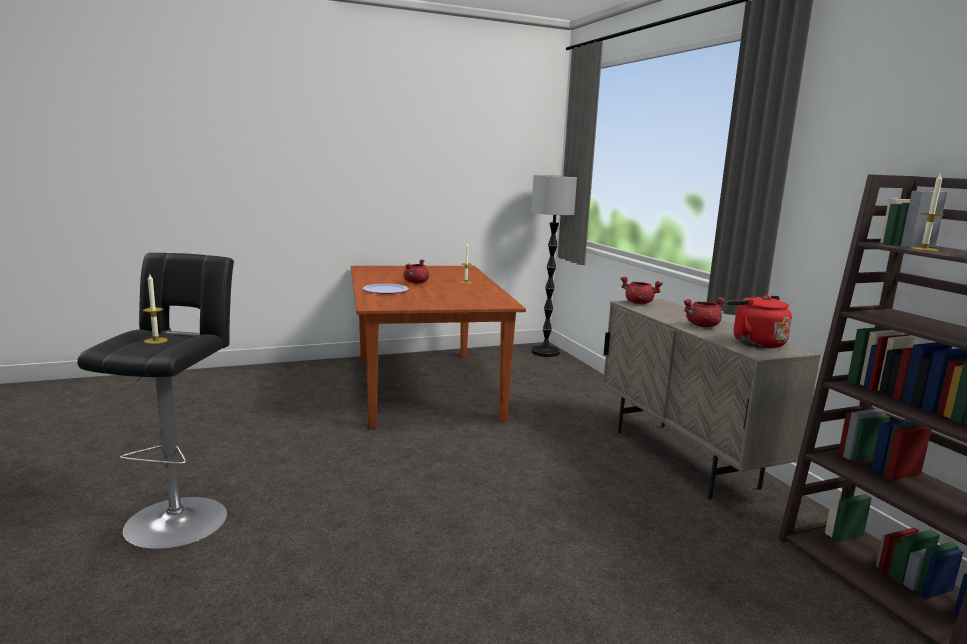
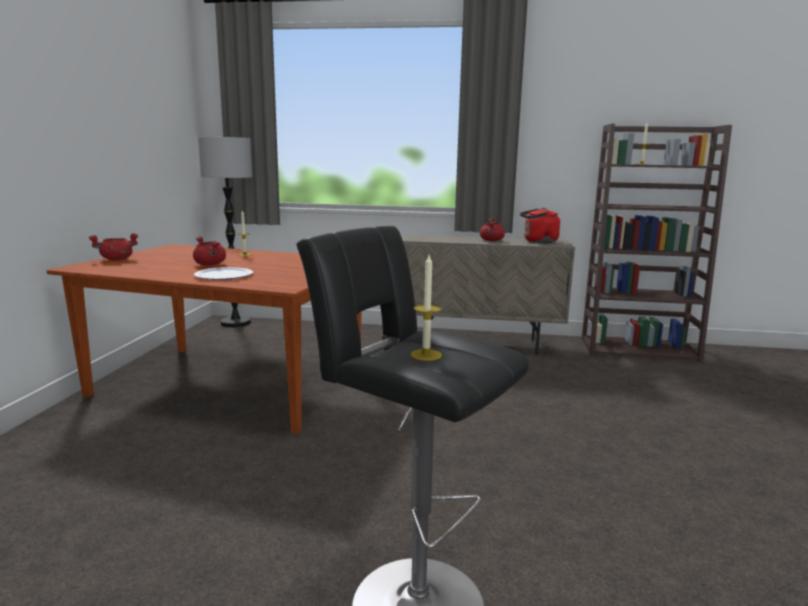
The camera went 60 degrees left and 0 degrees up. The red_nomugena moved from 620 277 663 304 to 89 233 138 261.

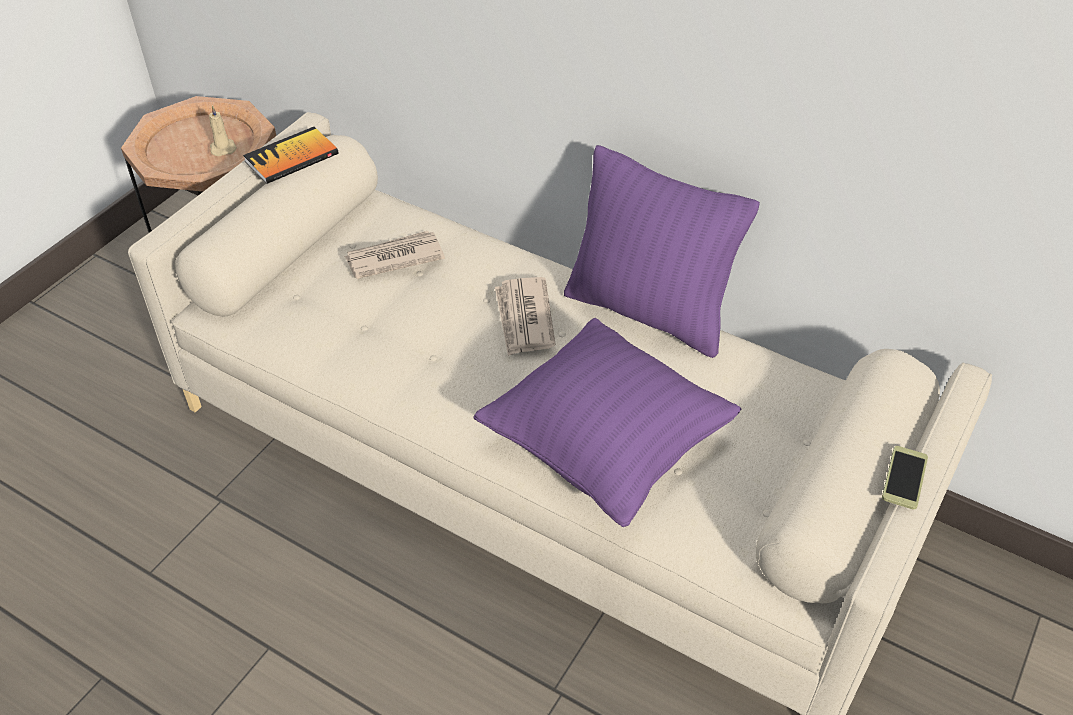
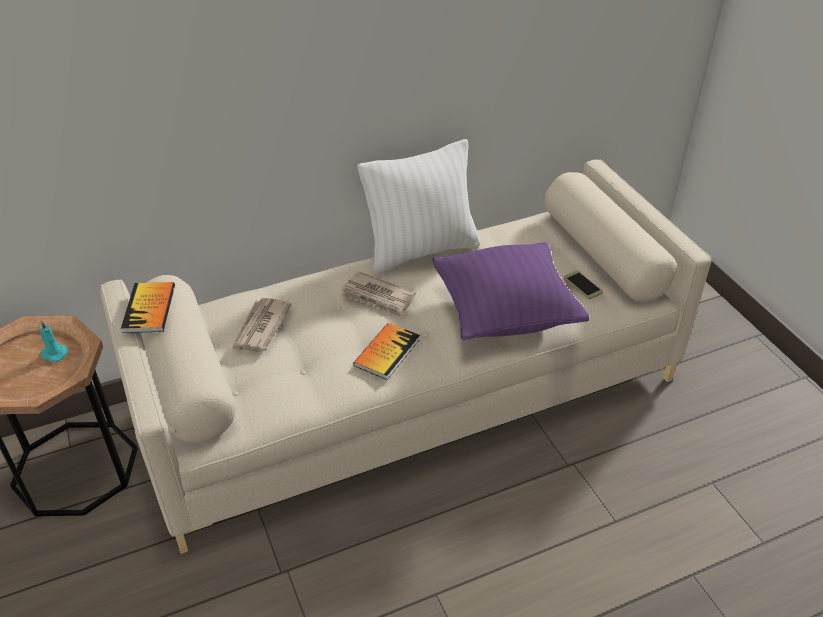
The camera went 55 degrees left and 5 degrees down. The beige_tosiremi at 209 105 237 156 became the turquoise_tosiremi at 40 320 68 362. The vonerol at 353 323 420 380 appeared. The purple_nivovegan at 564 145 760 358 became the white_nivovegan at 357 139 480 274. The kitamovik moved from 882 446 928 509 to 564 271 603 299.

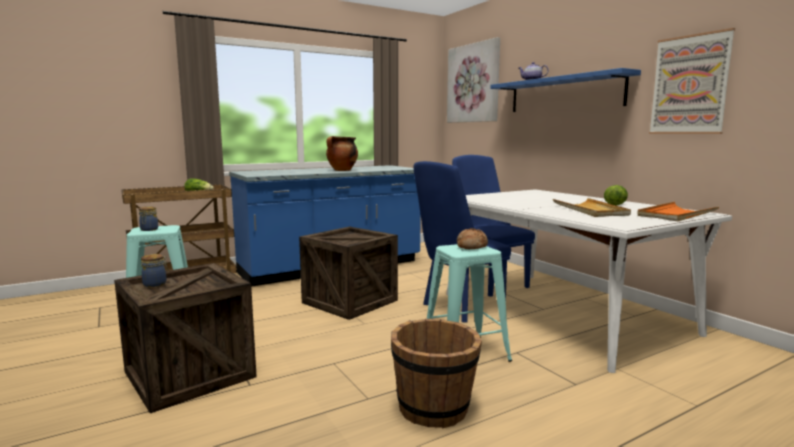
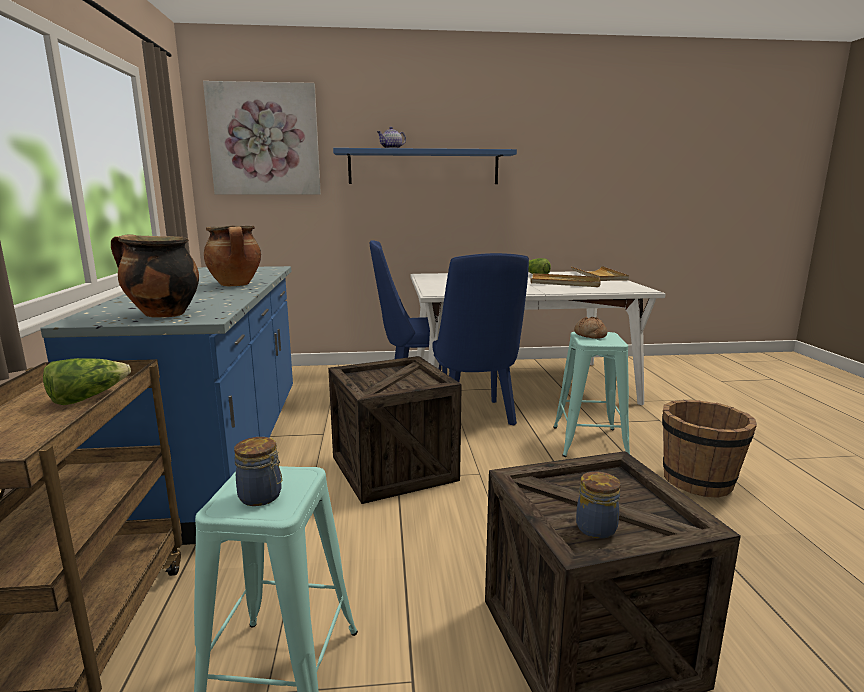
The camera went 65 degrees left and 5 degrees up. The nomugena at 111 234 199 317 appeared. The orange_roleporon at 637 202 719 221 became the beige_roleporon at 571 266 629 281. The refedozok at 649 28 735 134 disappeared.

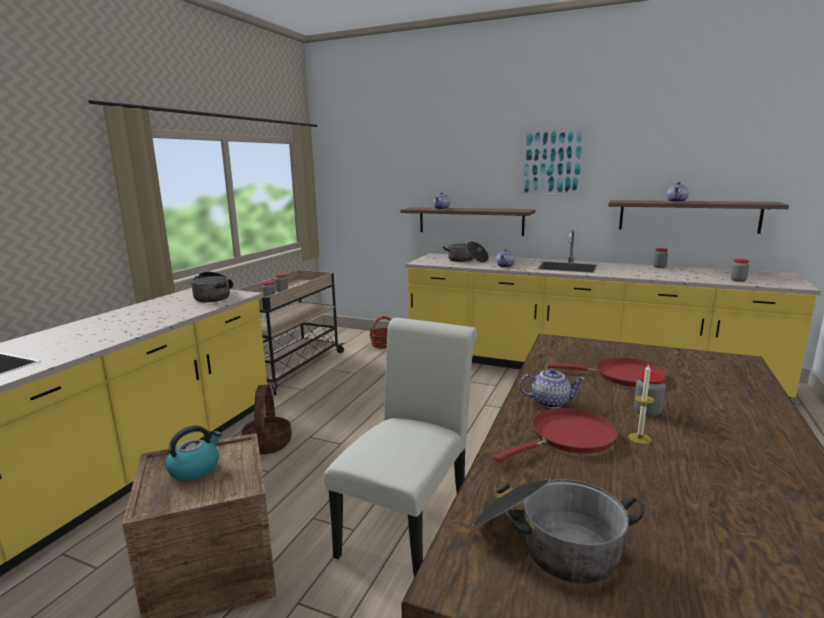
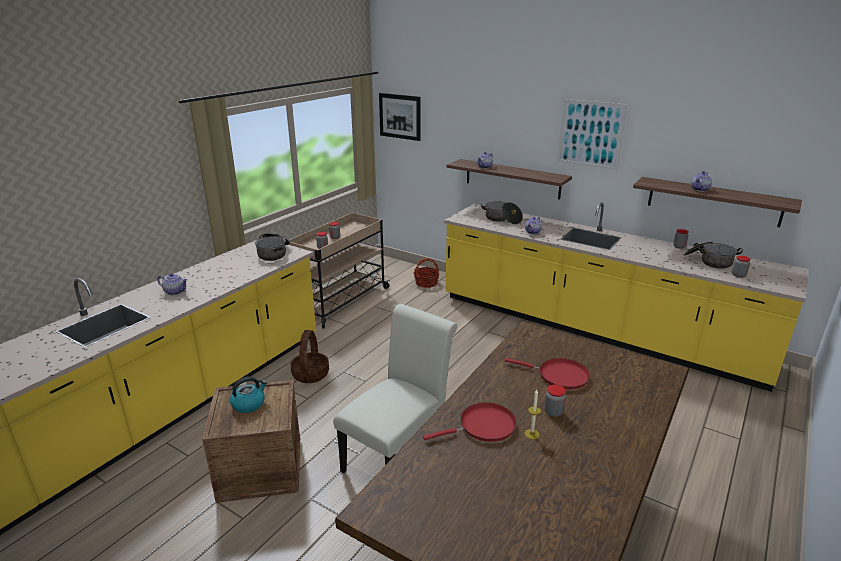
The camera went 10 degrees right and 10 degrees up. The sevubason moved from 519 368 585 408 to 157 273 188 295. The refedozok at 379 93 421 141 appeared. The nomugena moved from 472 479 644 584 to 684 242 743 269.

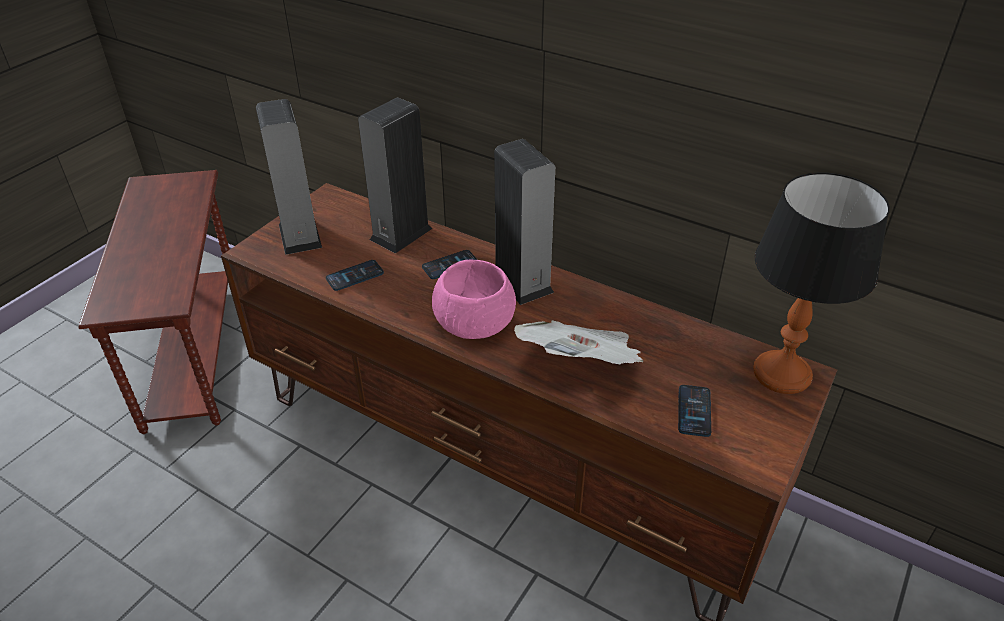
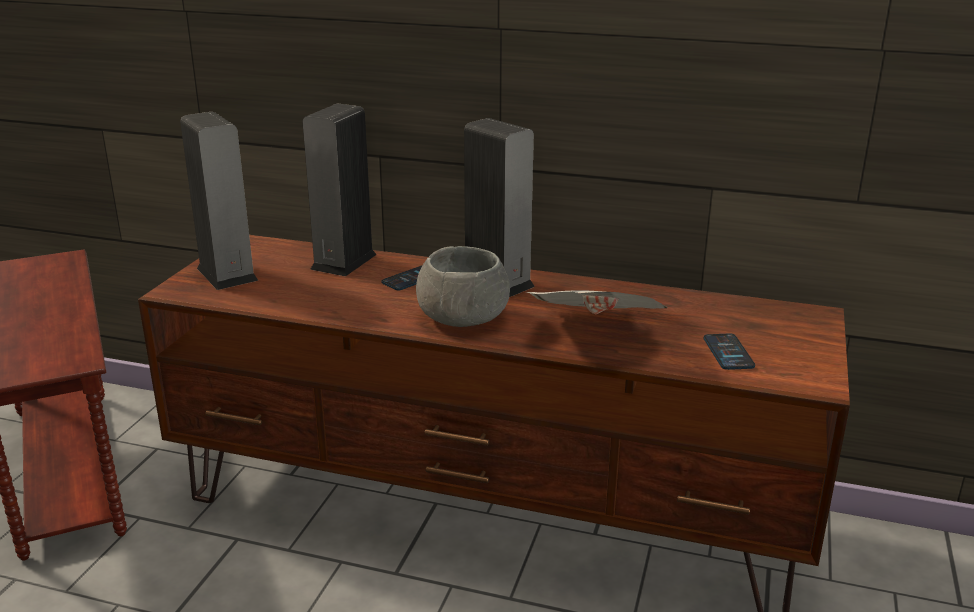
The camera went 15 degrees left and 15 degrees down. The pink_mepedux at 432 260 516 339 became the grey_mepedux at 416 246 510 327. The kitamovik at 326 260 384 291 disappeared. The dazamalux at 753 173 890 394 disappeared.

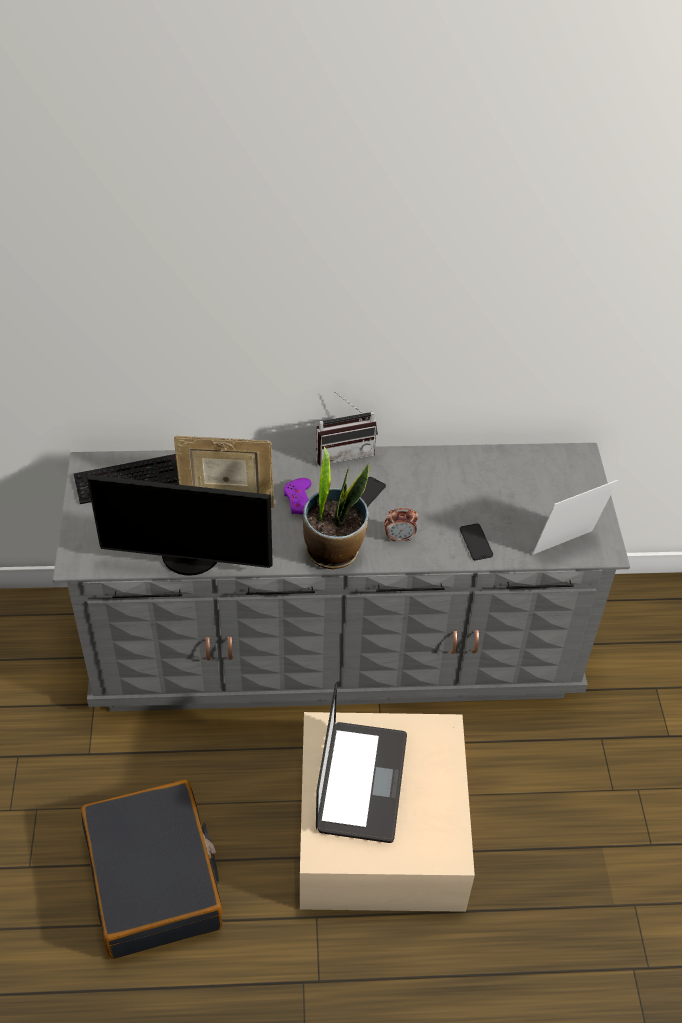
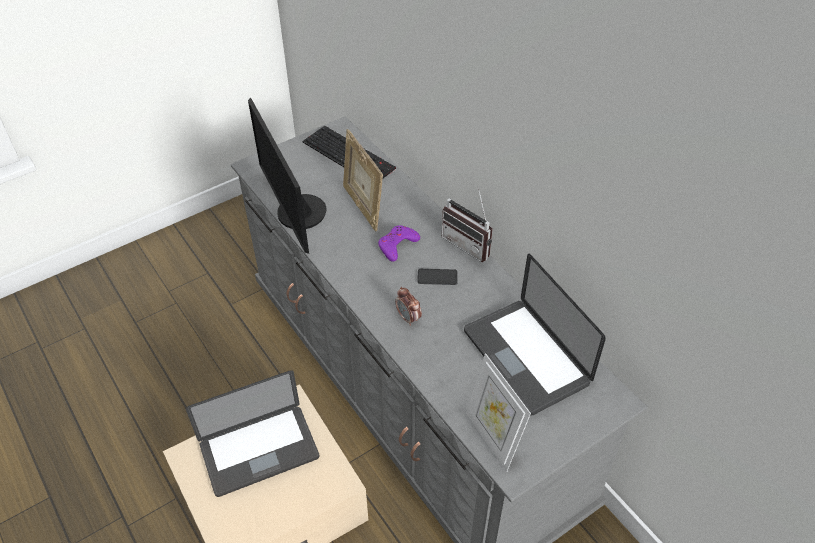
The camera went 60 degrees right and 0 degrees up. The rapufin at 464 254 606 415 appeared. The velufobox at 532 480 618 554 turned 150 degrees counterclockwise. The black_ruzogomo at 81 780 223 959 disappeared. The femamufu at 303 447 369 569 disappeared. The kitamovik at 460 524 493 560 disappeared.

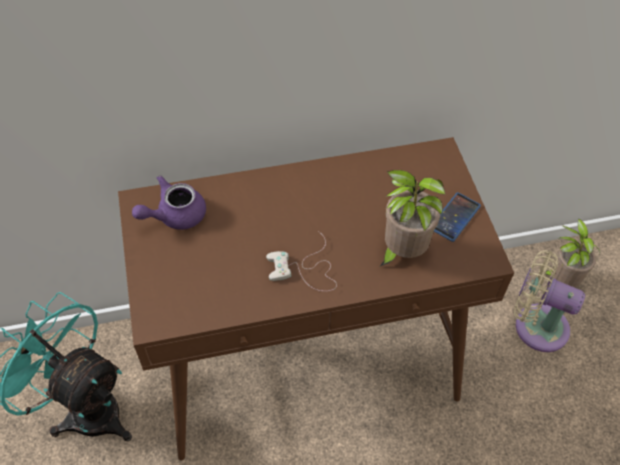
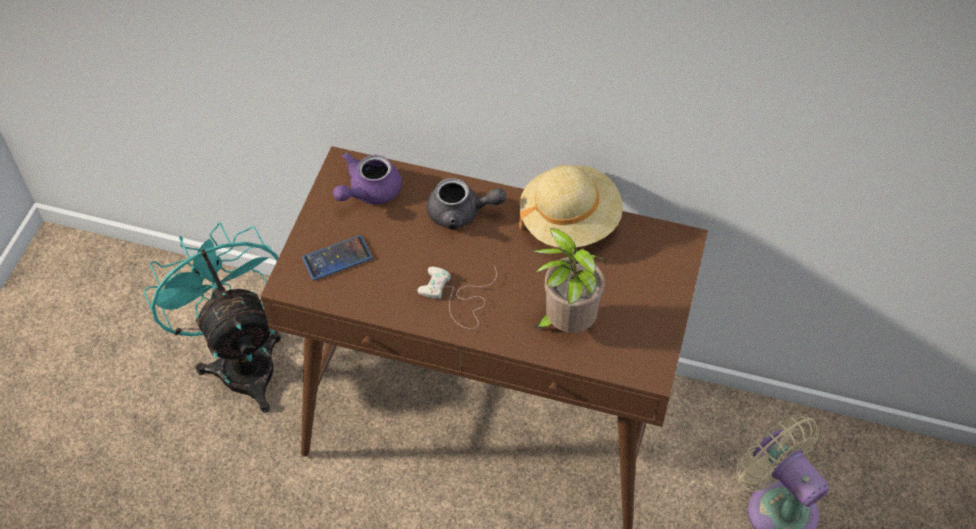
The camera went 30 degrees right and 0 degrees up. The kitamovik moved from 434 192 481 242 to 302 235 373 280. The purple_sevubason at 132 176 206 230 turned 45 degrees counterclockwise. The grey_sevubason at 427 178 506 229 appeared. The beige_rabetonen at 519 165 623 248 appeared. The femamufu at 546 218 600 287 disappeared.

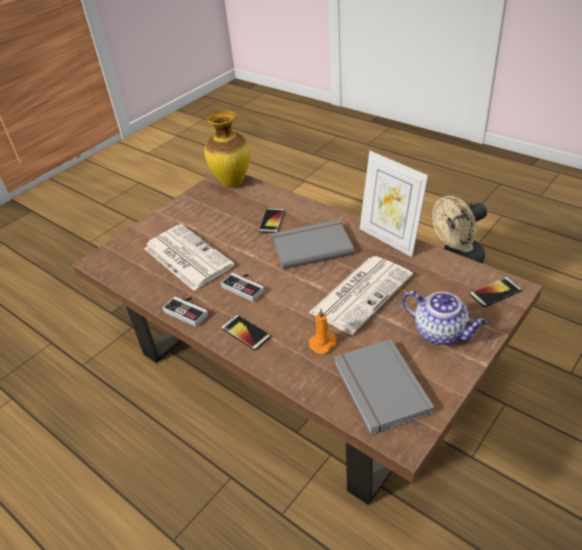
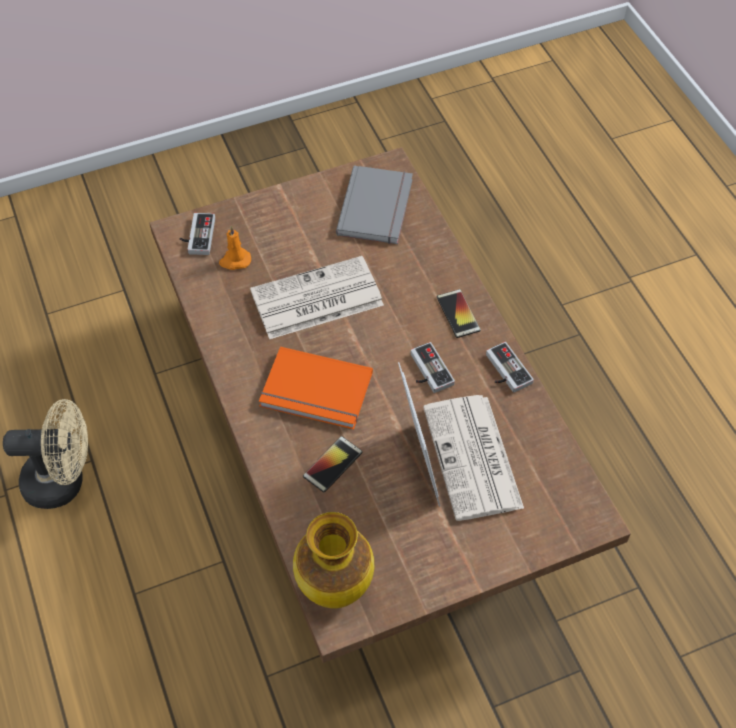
The camera went 155 degrees left and 15 degrees up. The kitamovik at 469 277 522 308 was replaced by the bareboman at 180 213 215 255. The orange_tosiremi moved from 309 308 336 354 to 219 226 251 270. The grey_vonerol at 272 220 354 269 became the orange_vonerol at 259 347 373 429. The velufobox moved from 360 151 428 257 to 398 362 440 507. The sevubason at 402 291 487 345 disappeared.

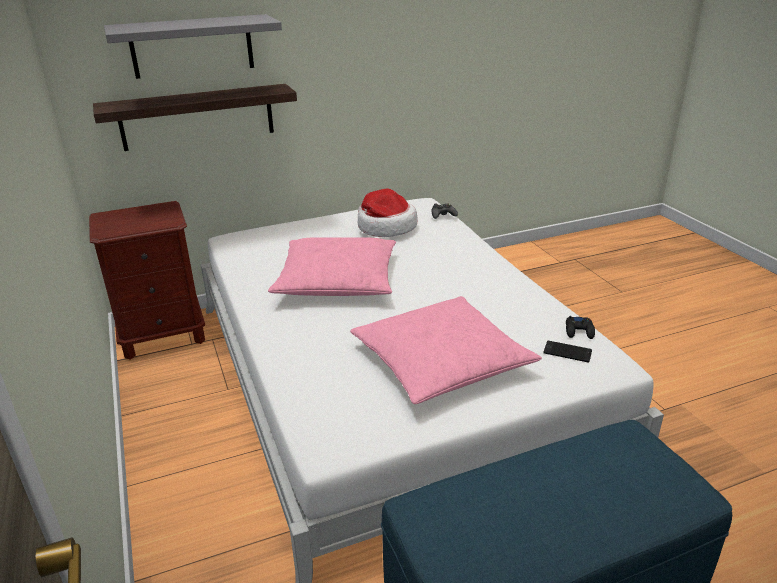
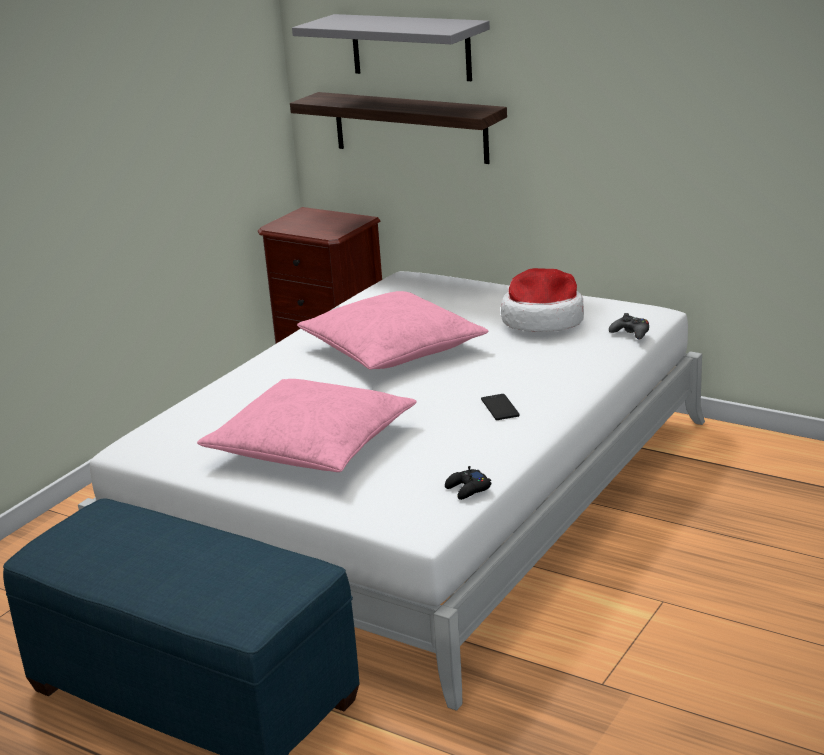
The camera went 55 degrees right and 5 degrees down. The kitamovik moved from 544 341 592 363 to 481 394 520 420.

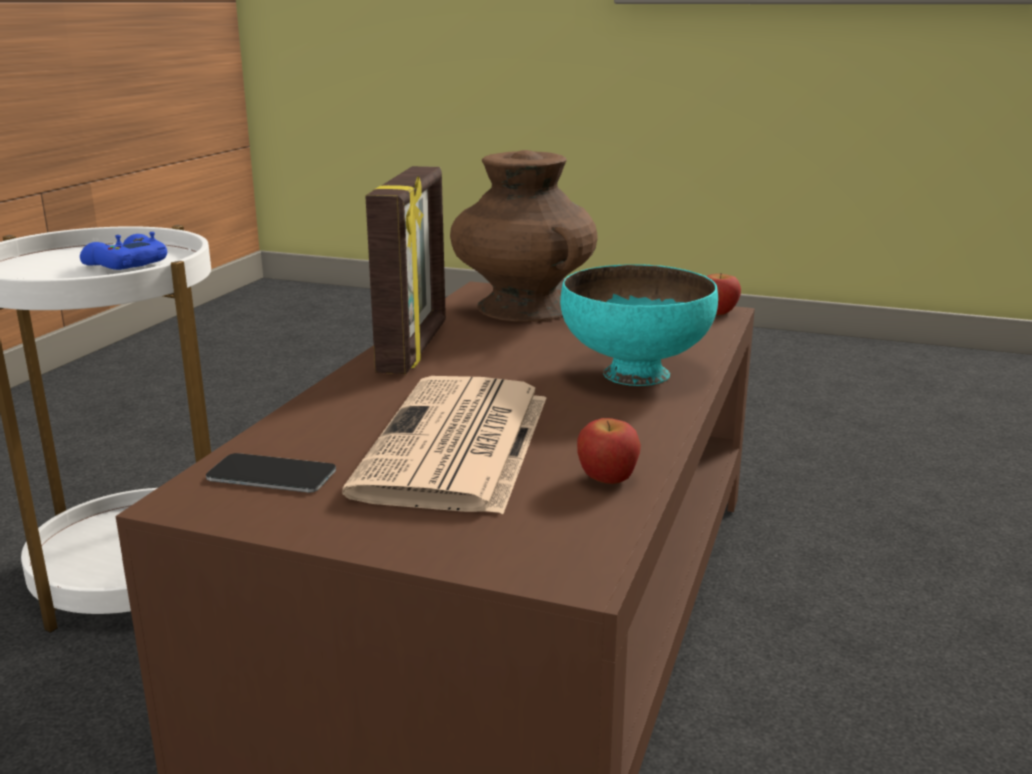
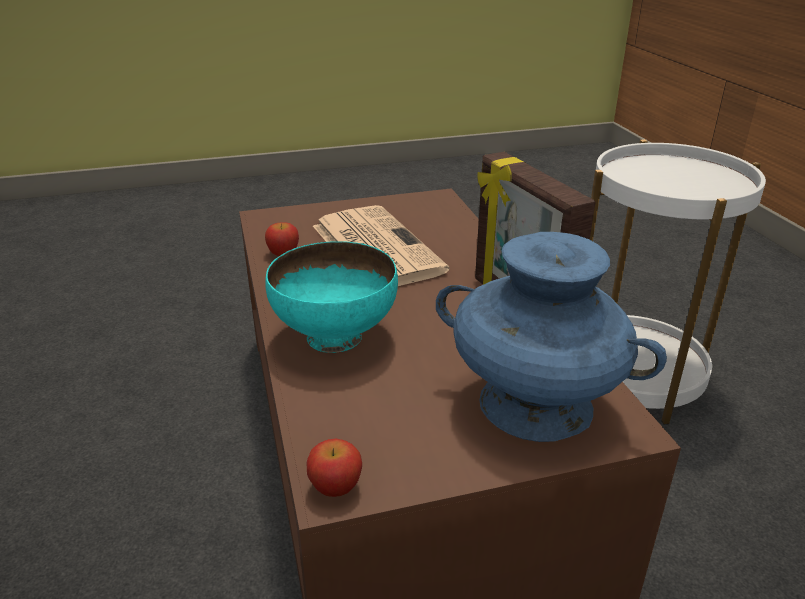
The camera went 145 degrees right and 10 degrees up. The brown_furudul at 450 150 597 322 became the blue_furudul at 436 232 667 442. The blue_bareboman at 80 232 167 270 disappeared. The kitamovik at 206 453 336 492 disappeared.

